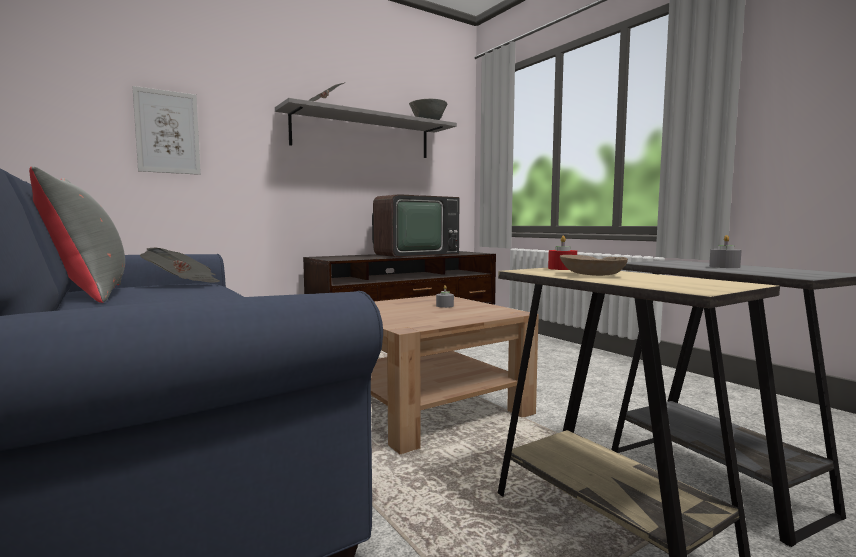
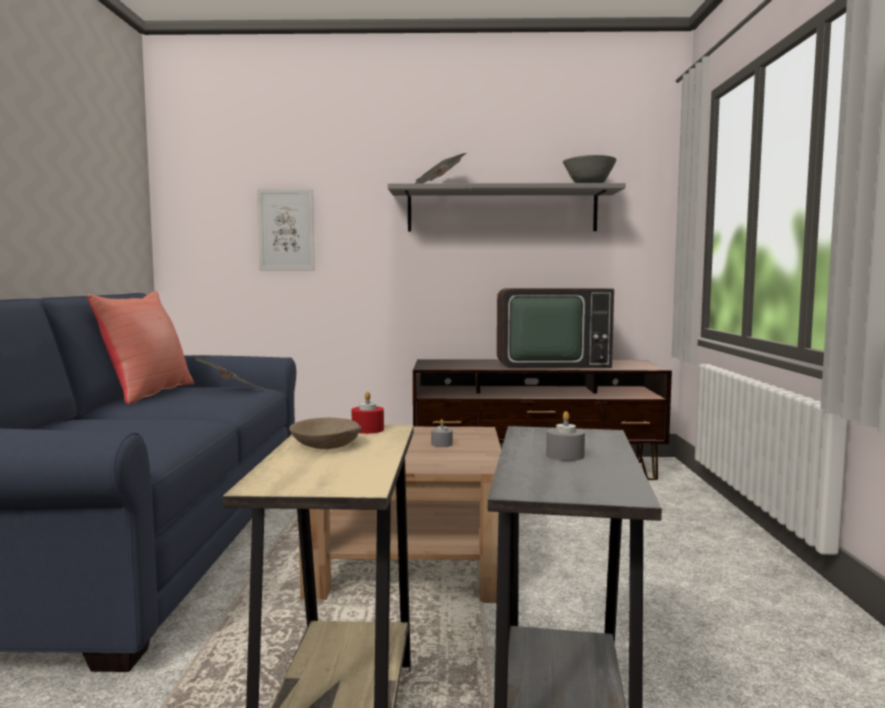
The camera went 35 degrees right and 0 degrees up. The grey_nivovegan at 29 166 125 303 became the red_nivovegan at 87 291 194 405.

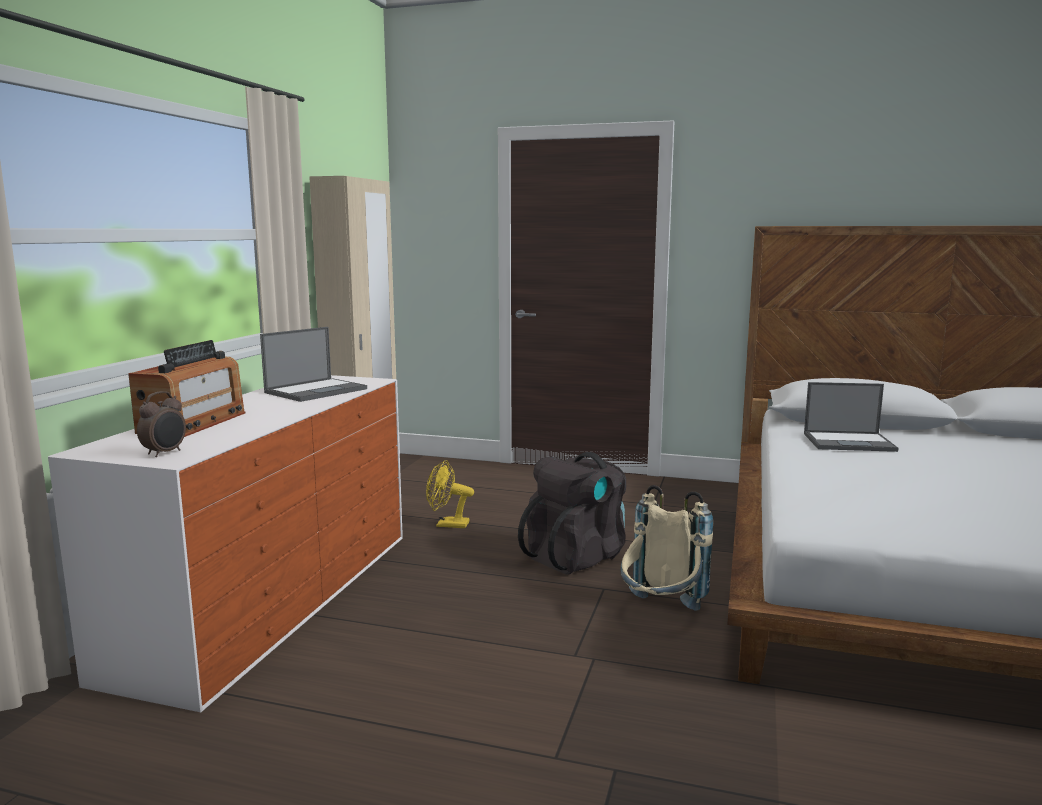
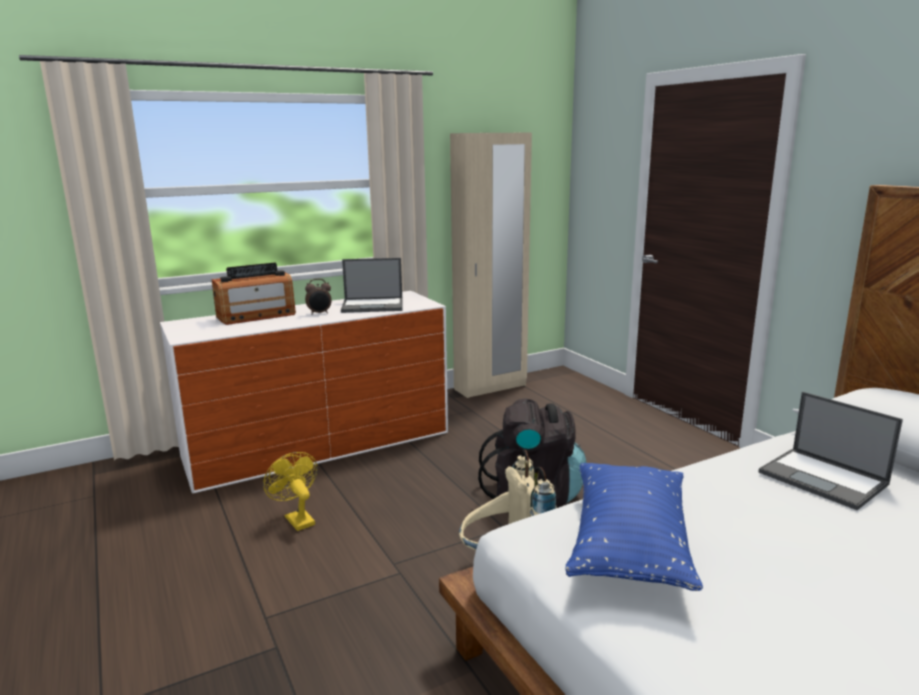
The camera went 45 degrees right and 5 degrees up. The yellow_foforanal moved from 426 460 474 529 to 263 452 318 531. The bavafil moved from 137 391 186 457 to 305 279 332 315. The blue_nivovegan at 566 463 703 591 appeared.

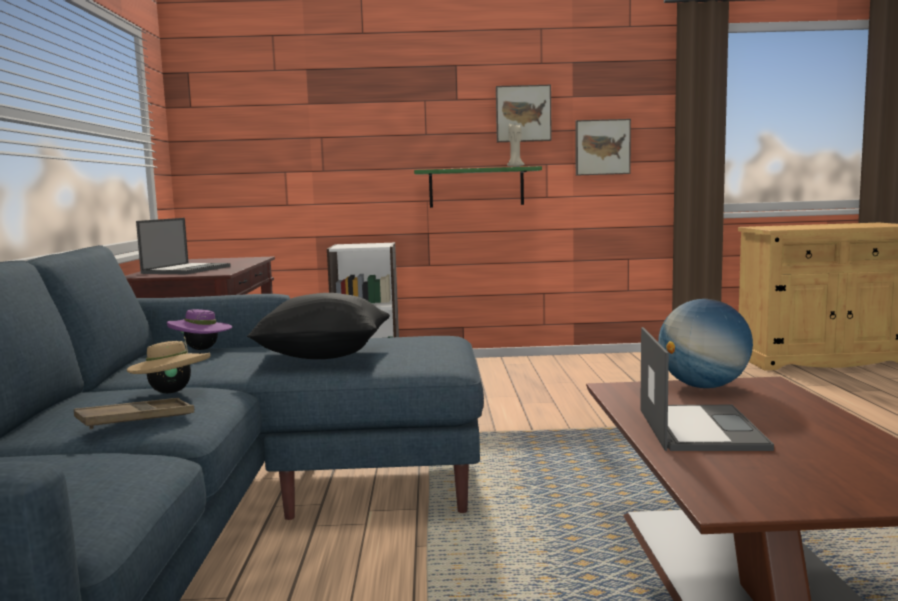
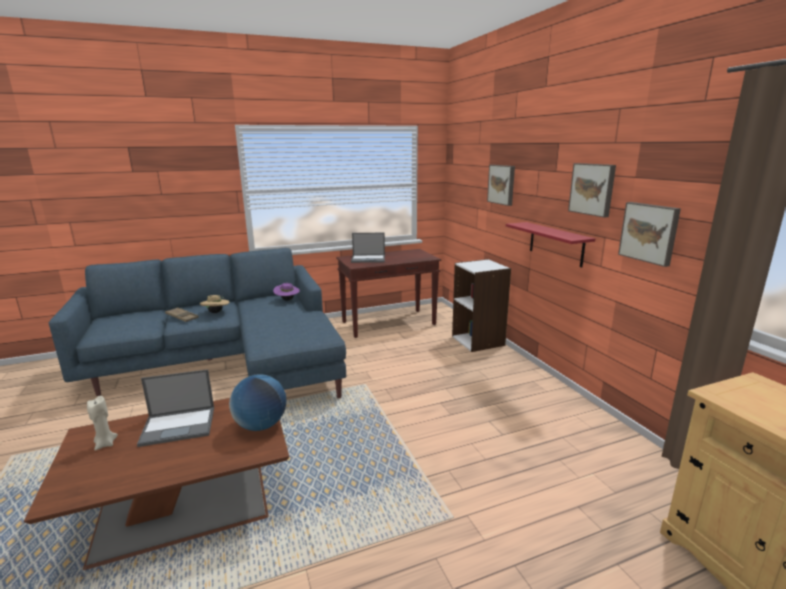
The camera went 70 degrees right and 10 degrees up. The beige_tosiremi moved from 507 124 525 167 to 87 396 118 451. The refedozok at 487 165 515 206 appeared. The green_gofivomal at 414 166 542 208 became the red_gofivomal at 506 222 595 268. The black_nivovegan at 247 293 390 359 disappeared.

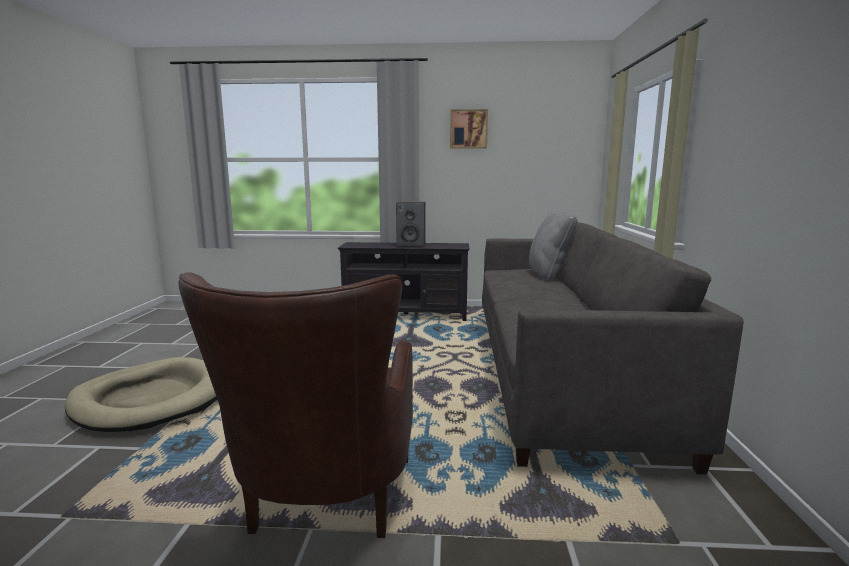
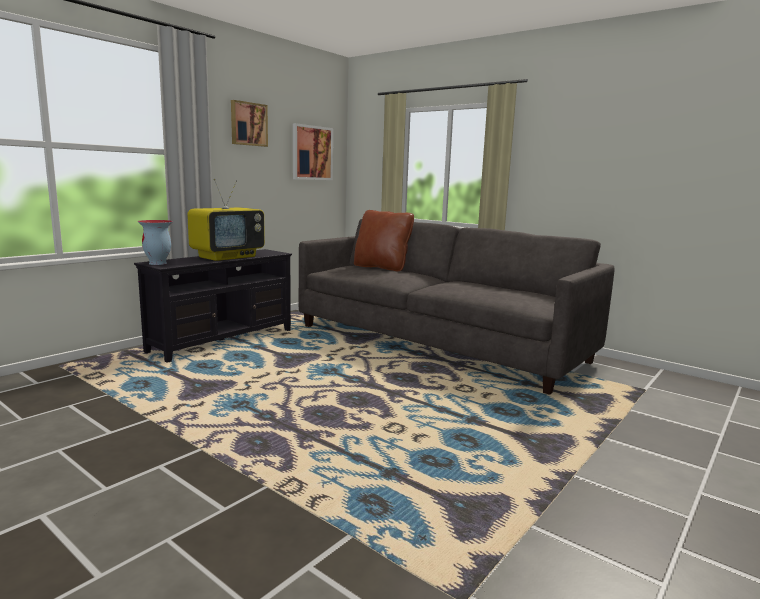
The camera went 55 degrees left and 0 degrees up. The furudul at 138 220 173 265 appeared. The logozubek at 396 202 425 247 was replaced by the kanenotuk at 187 179 265 261. The refedozok at 293 123 333 180 appeared. The grey_nivovegan at 529 210 577 280 became the brown_nivovegan at 354 210 414 271. The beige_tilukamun at 65 357 217 432 disappeared. The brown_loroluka at 178 272 413 538 disappeared.

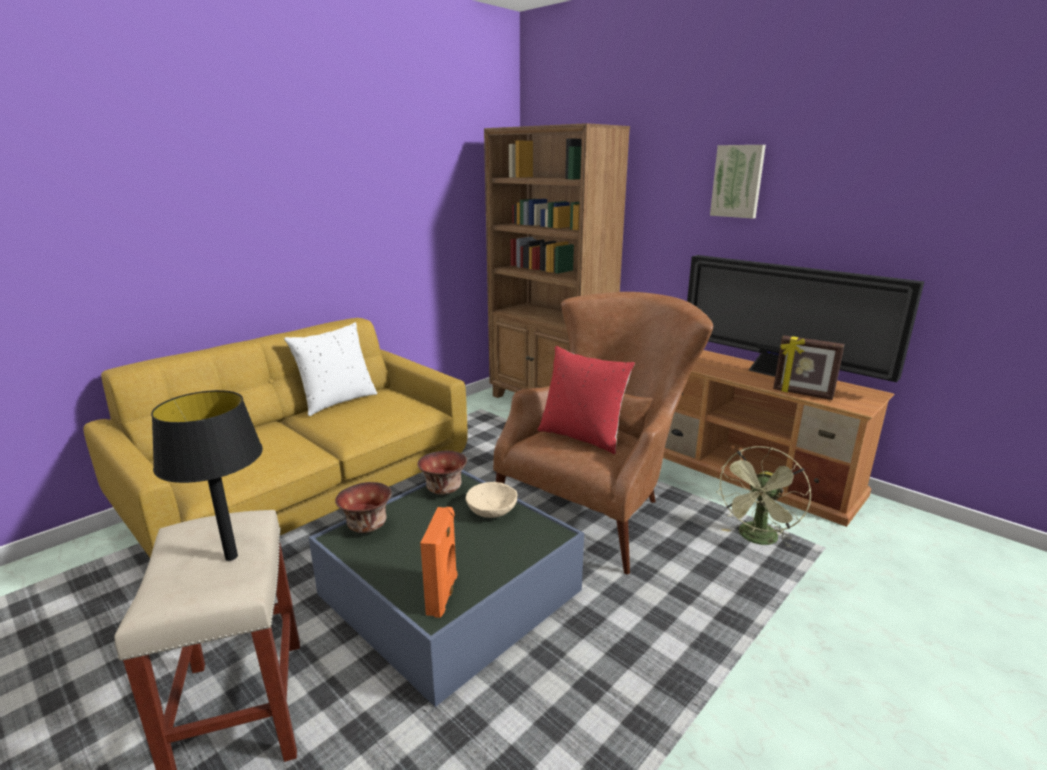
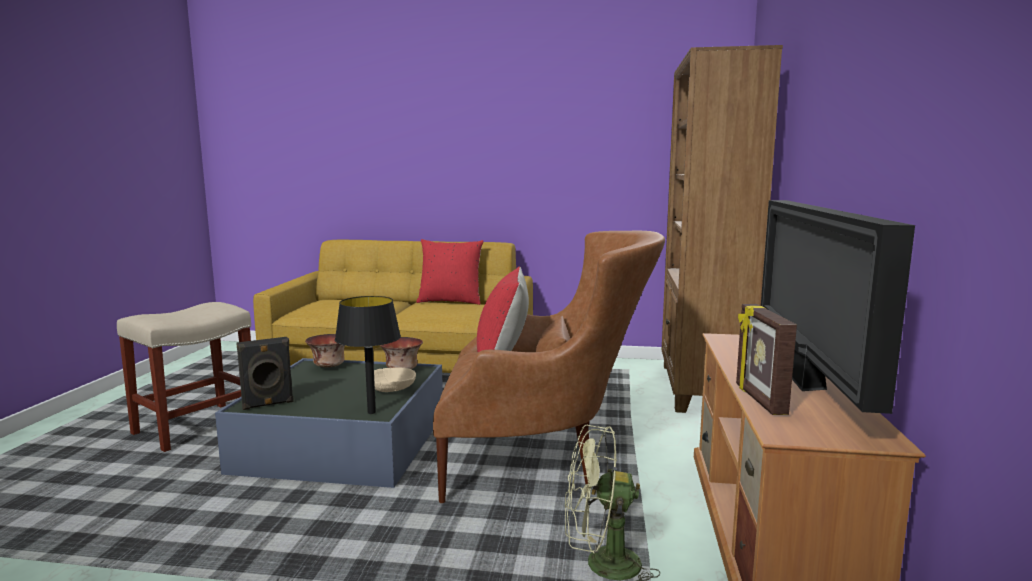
The camera went 55 degrees right and 10 degrees down. The orange_logozubek at 420 507 458 618 became the black_logozubek at 236 337 294 410. The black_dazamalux moved from 151 390 263 561 to 335 296 401 414. The white_nivovegan at 284 322 377 416 became the red_nivovegan at 416 239 484 305. The refedozok at 710 145 766 219 disappeared.

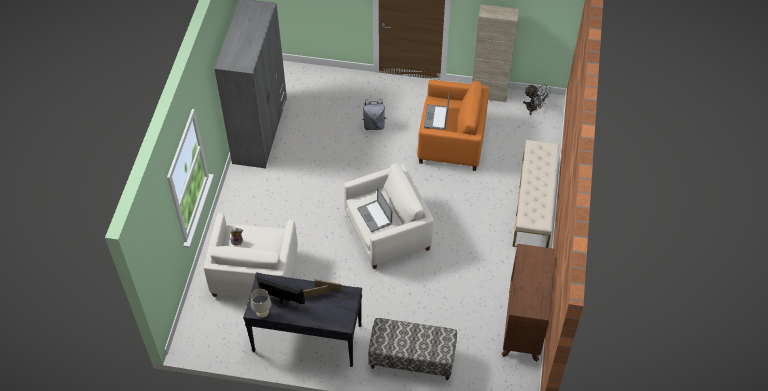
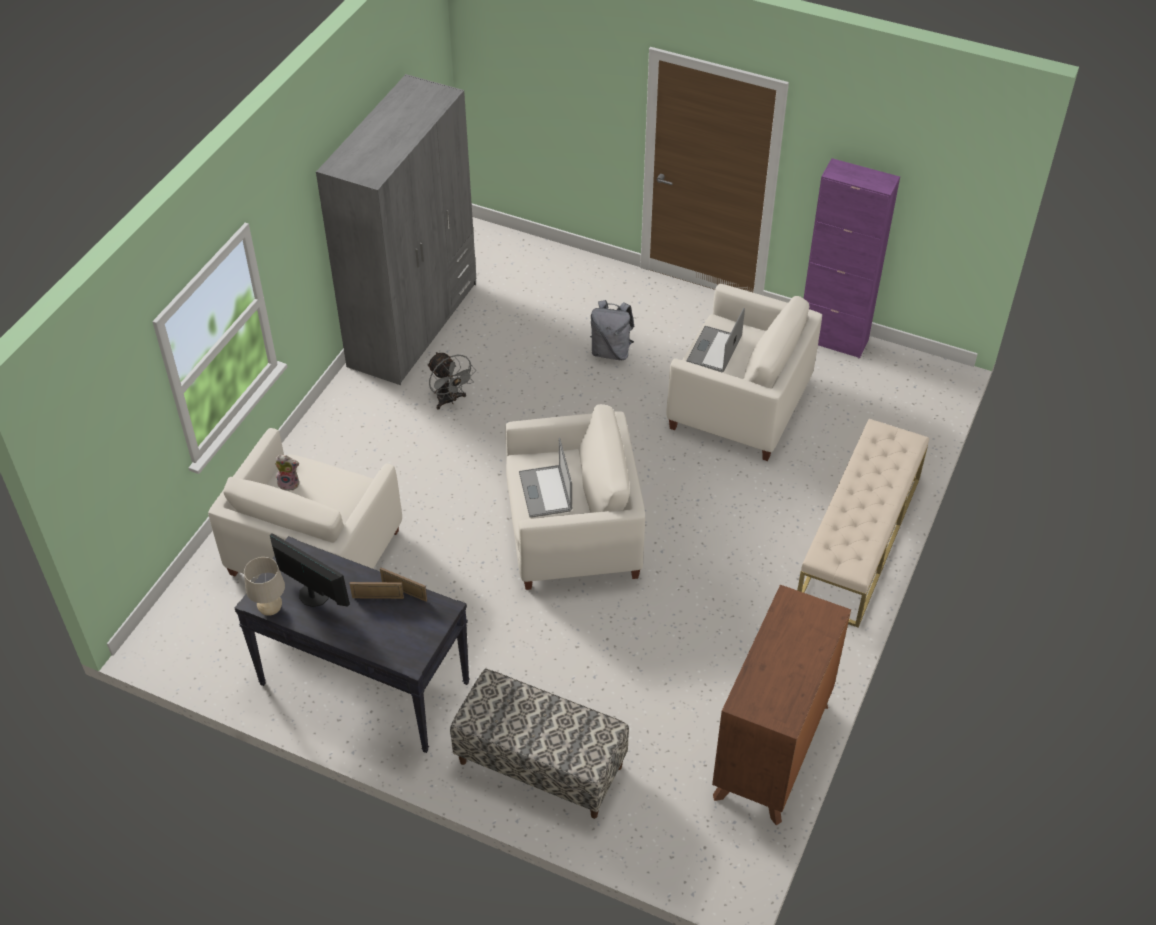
The camera went 15 degrees right and 5 degrees down. The grey_foforanal moved from 523 84 551 115 to 428 352 476 410. The orange_loroluka at 417 80 489 171 became the white_loroluka at 667 284 822 461. The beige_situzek at 472 5 519 103 became the purple_situzek at 804 158 900 359.

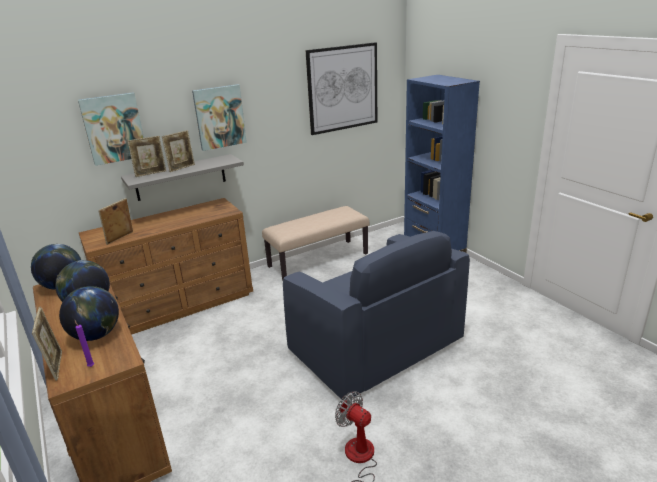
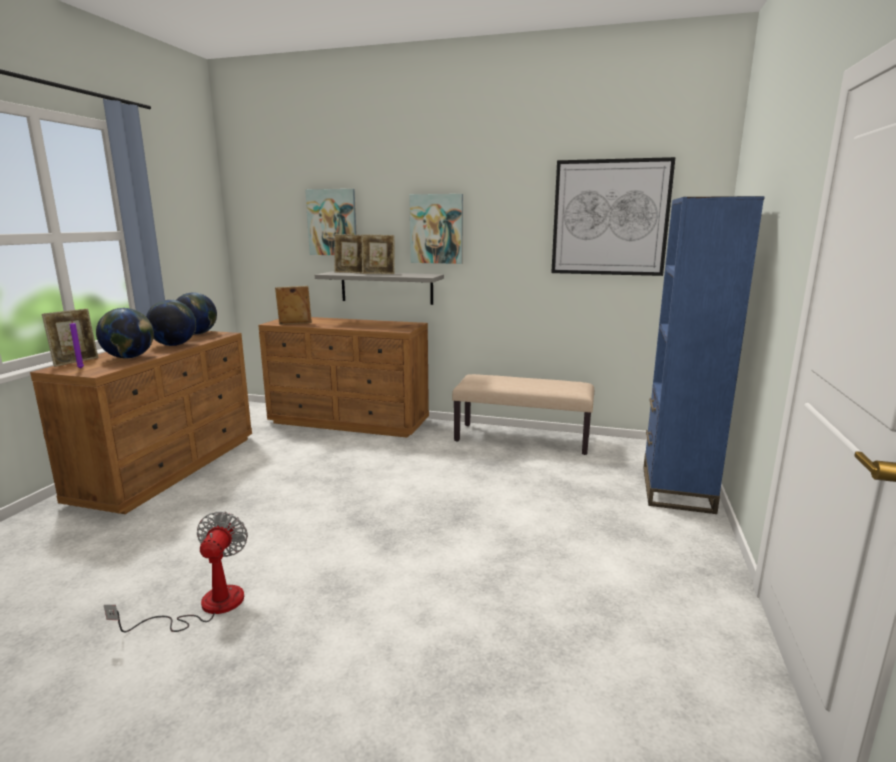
The camera went 45 degrees right and 10 degrees down. The blue_loroluka at 283 231 470 400 disappeared.

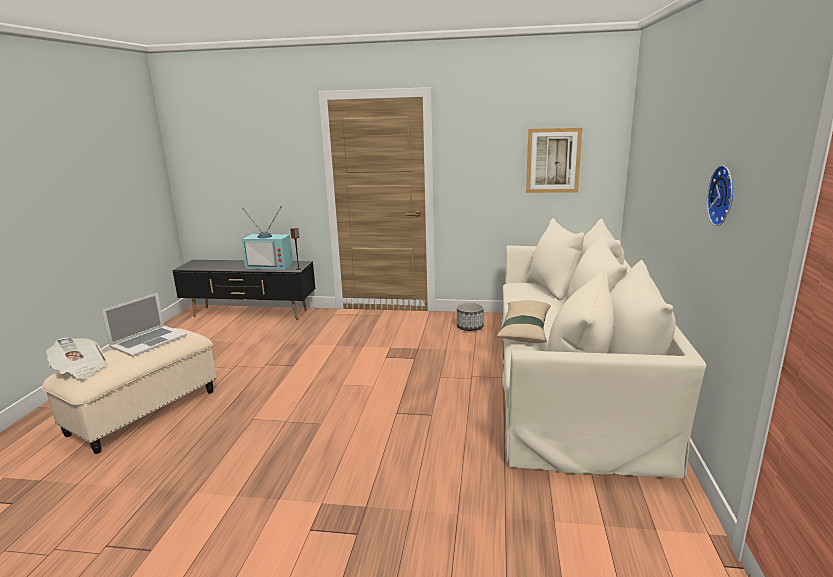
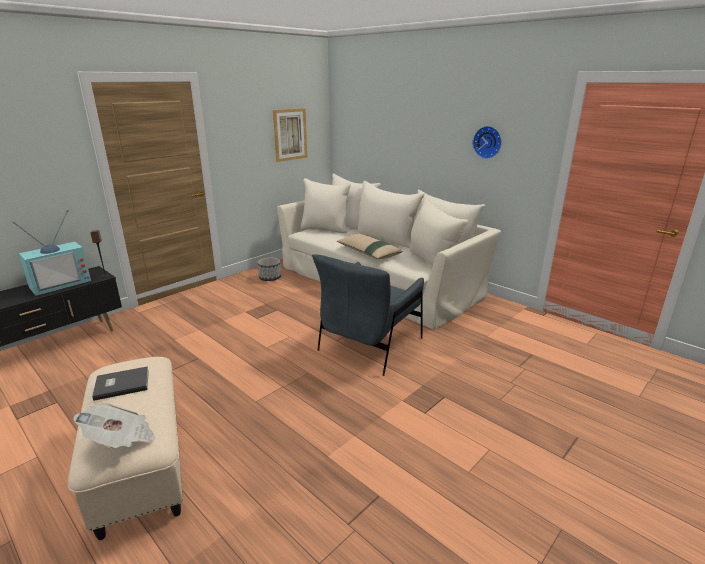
The camera went 55 degrees left and 5 degrees up. The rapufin at 101 293 187 357 was replaced by the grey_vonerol at 92 366 149 401. The grey_loroluka at 312 254 424 376 appeared.

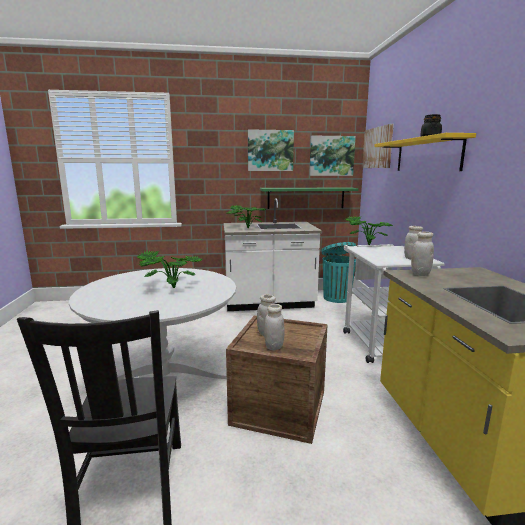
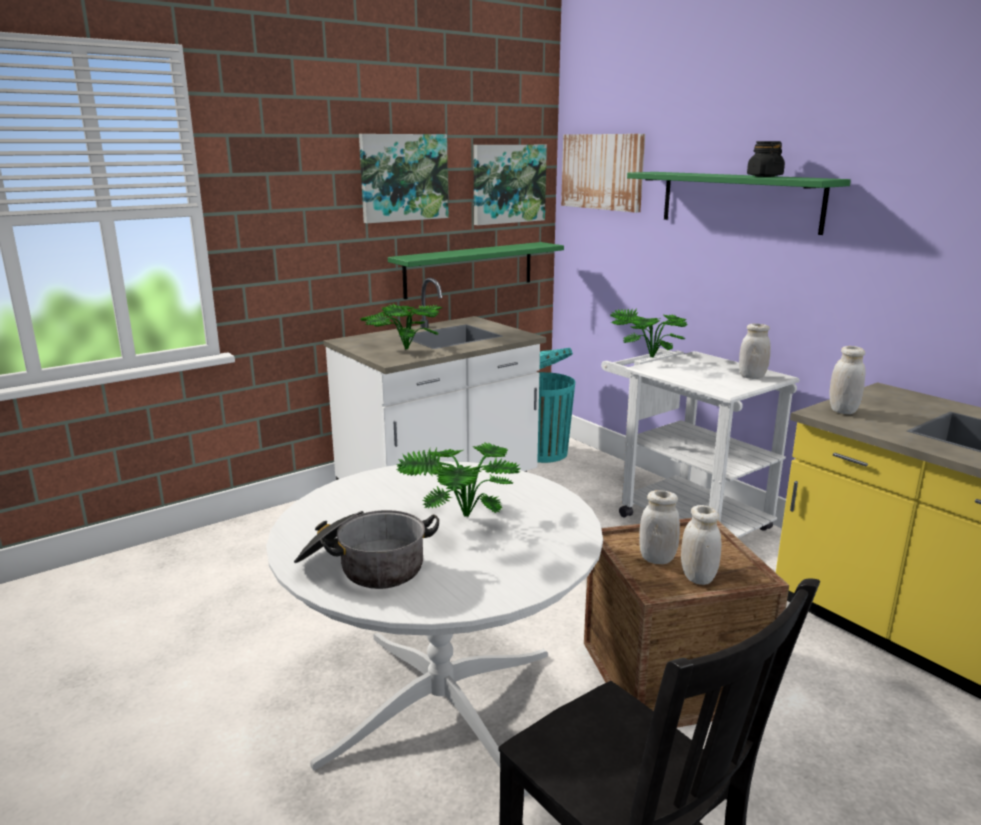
The camera went 30 degrees left and 5 degrees up. The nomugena at 294 510 439 589 appeared. The yellow_gofivomal at 374 133 476 171 became the green_gofivomal at 627 172 851 235.

